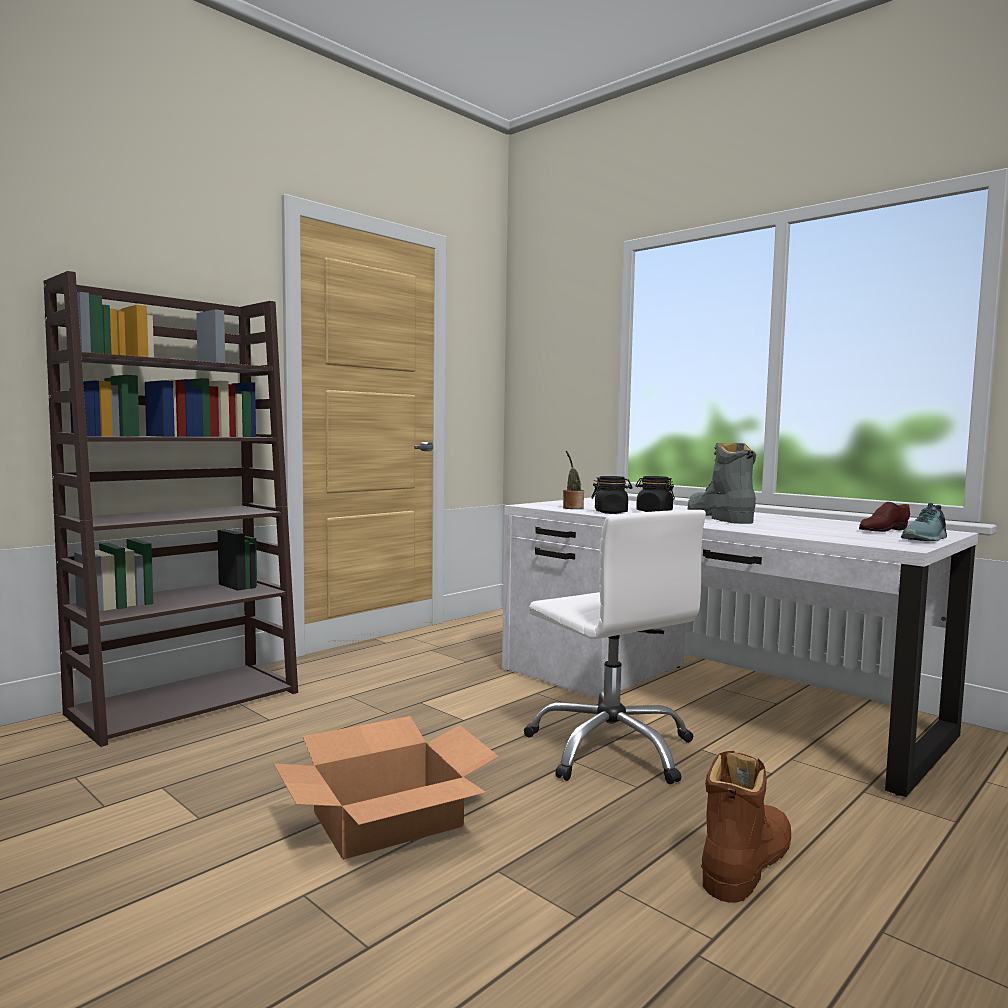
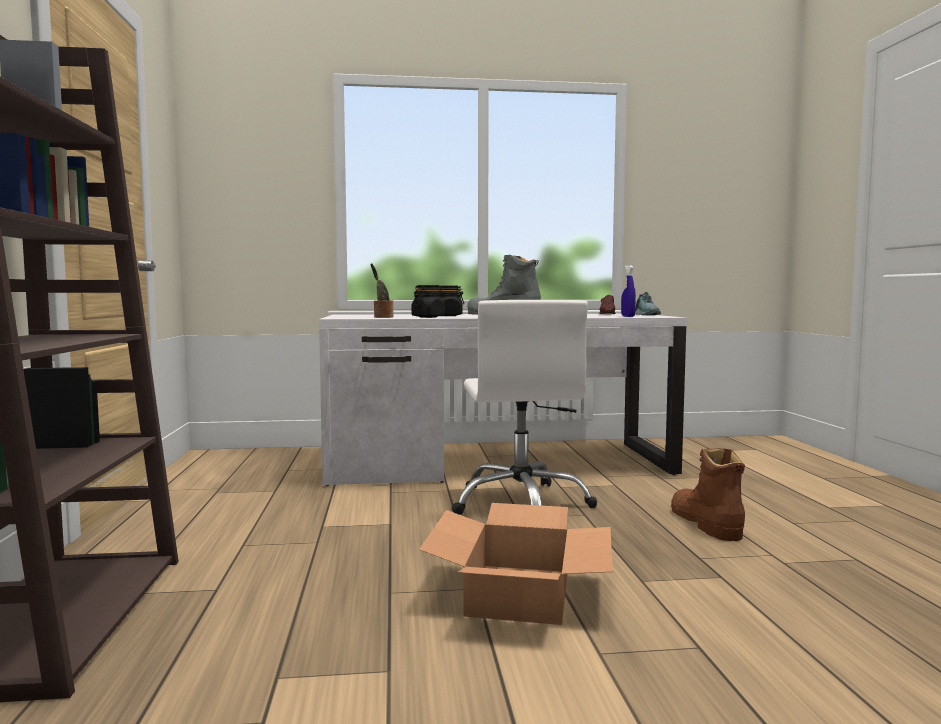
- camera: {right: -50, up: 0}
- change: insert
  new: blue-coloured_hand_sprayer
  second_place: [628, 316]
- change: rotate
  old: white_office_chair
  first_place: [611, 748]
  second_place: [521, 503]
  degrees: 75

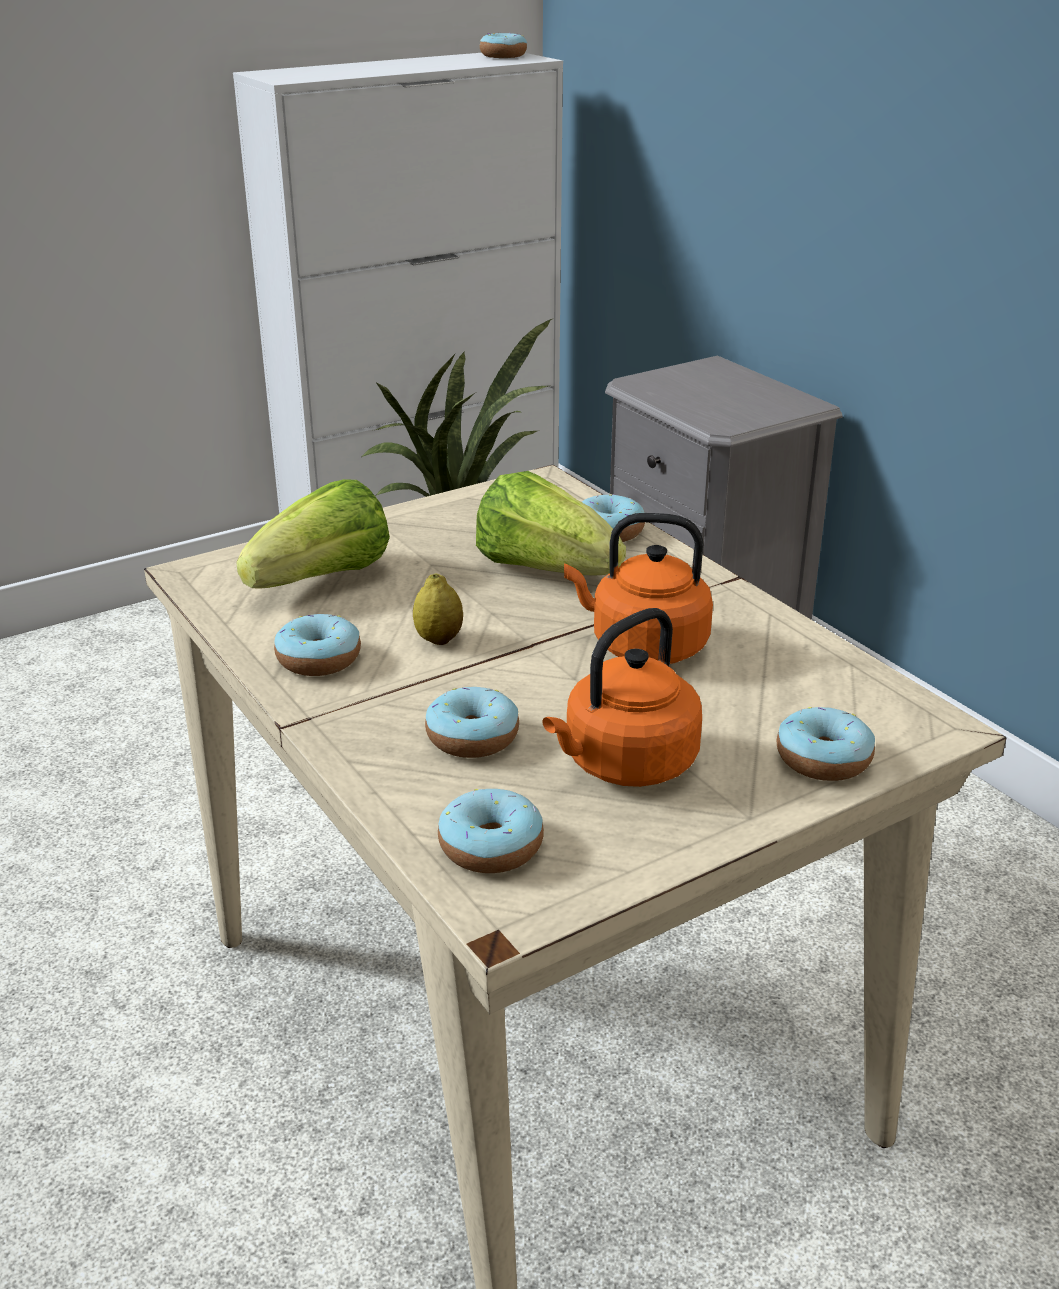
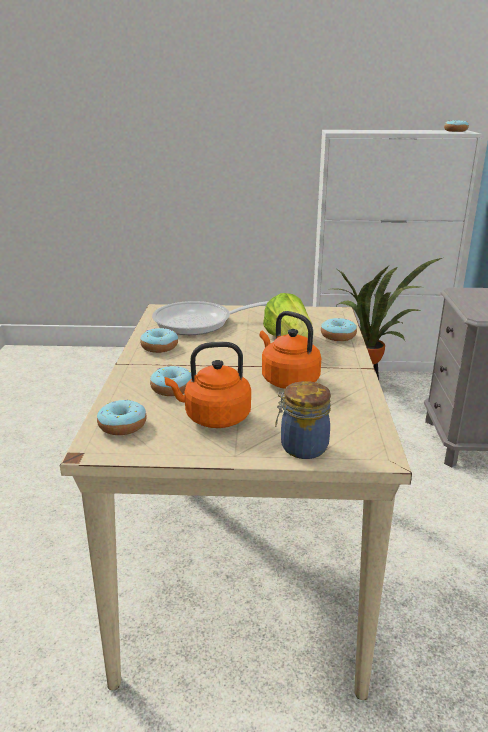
- camera: {right: 35, up: -5}
- change: delete
  old: lemon
  first_place: [438, 639]
- change: replace
  old: lettuce_head
  new: pan
  first_place: [323, 580]
  second_place: [200, 323]
- change: replace
  old: doughnut
  new: jar
  first_place: [823, 759]
  second_place: [301, 447]

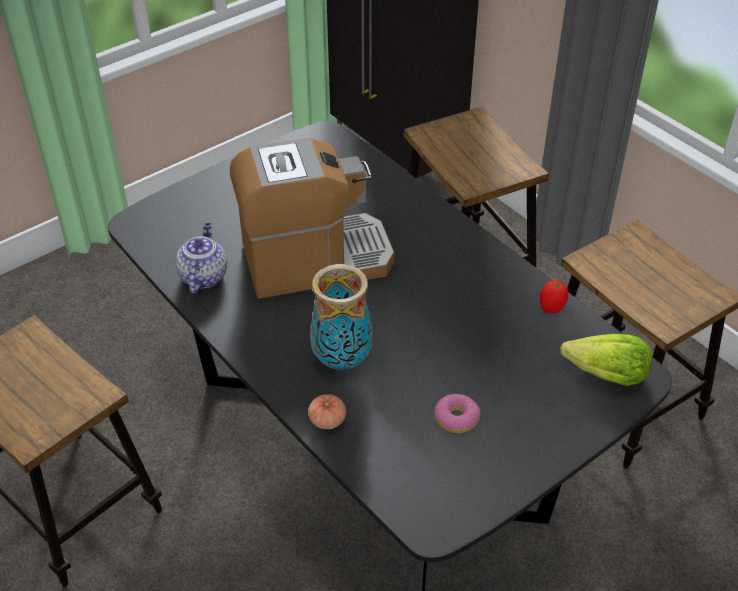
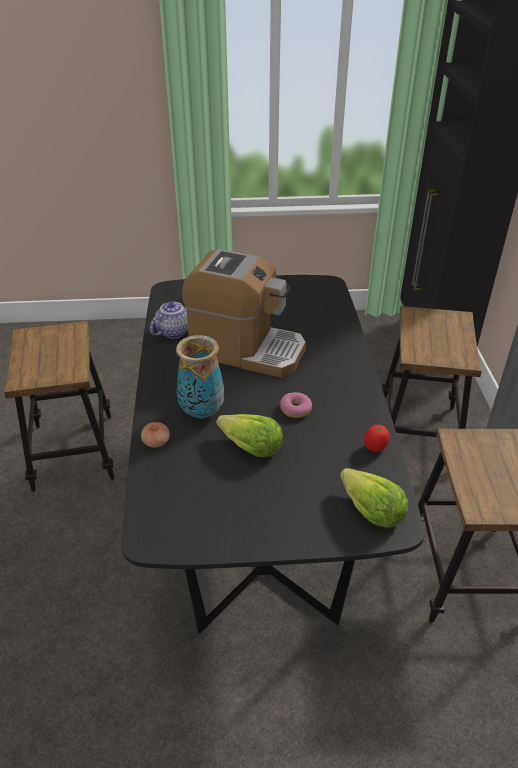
- camera: {right: 35, up: -5}
- change: insert
  new: lettuce_head
  second_place: [250, 447]
- change: move
  old: doughnut
  first_place: [456, 419]
  second_place: [295, 409]

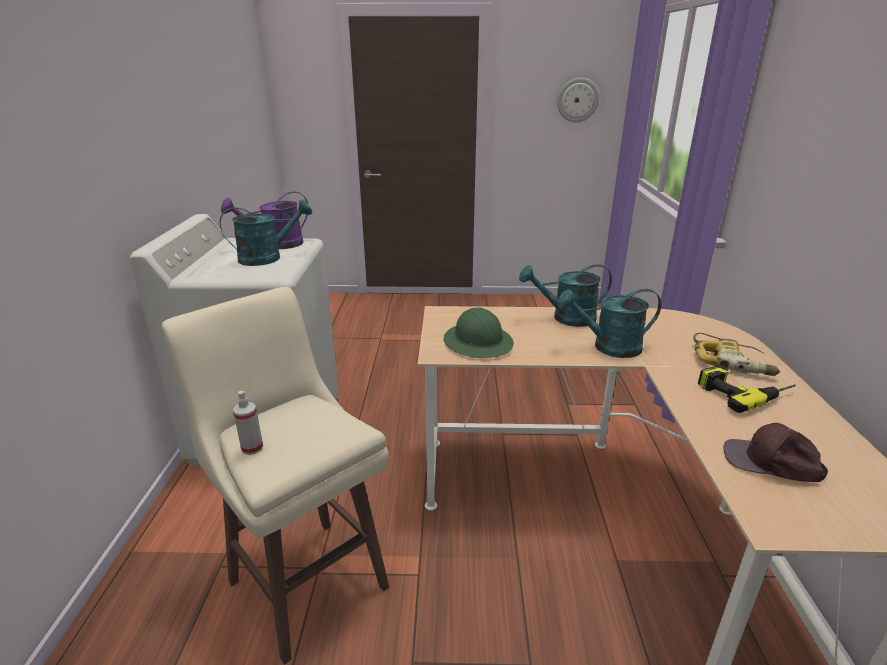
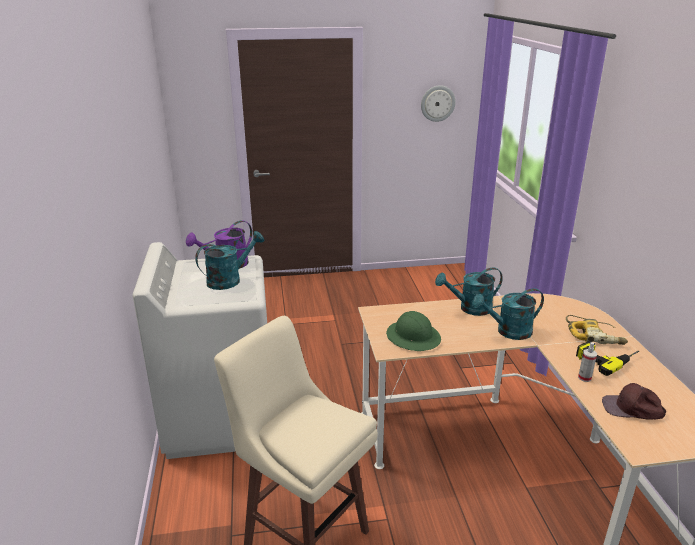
- camera: {right: -10, up: 0}
- change: move
  old: hand_sprayer
  first_place: [252, 448]
  second_place: [584, 378]

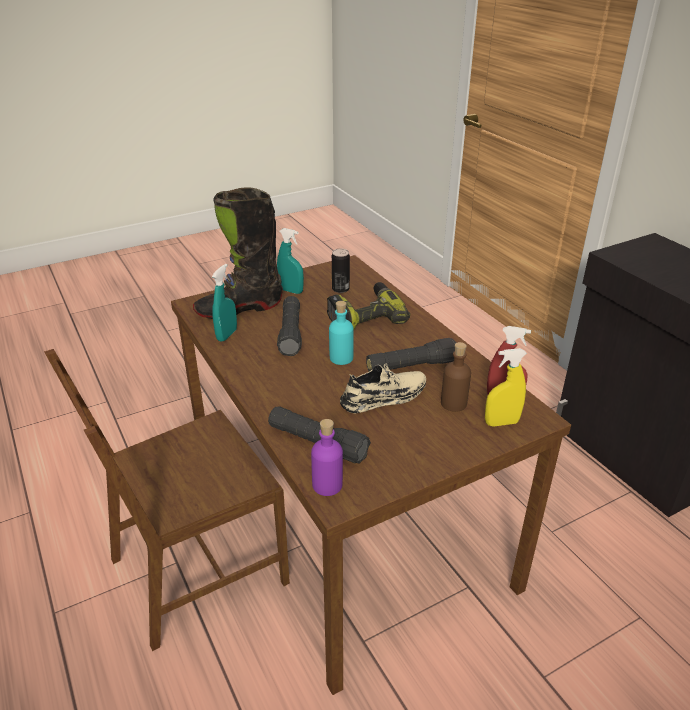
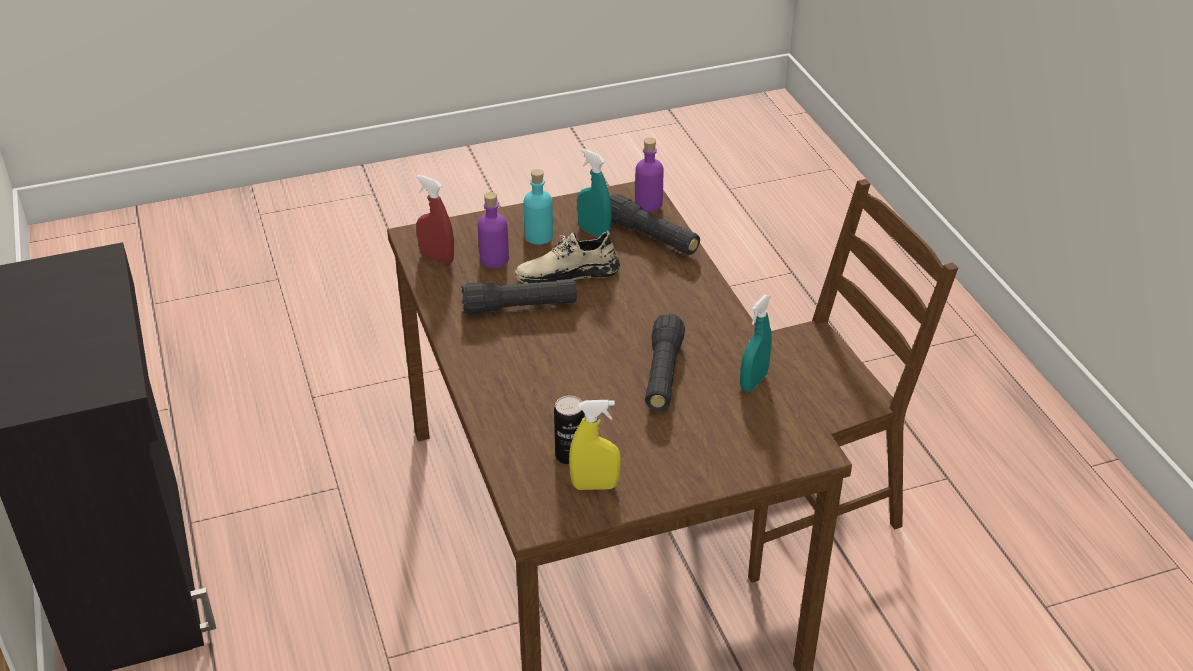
- camera: {right: -170, up: 5}
- change: delete
  old: black_tall_boot
  first_place: [239, 309]
- change: delete
  old: power_drill
  first_place: [365, 316]
- change: move
  old: turquoise-coloured_hand_sprayer
  first_place: [291, 291]
  second_place: [594, 232]
- change: move
  old: turquoise-coloured_bottle
  first_place: [341, 358]
  second_place: [539, 236]
- change: move
  old: yellow-coloured_hand_sprayer
  first_place: [501, 423]
  second_place: [595, 486]
- change: recolor
  old: brownish_bottle
  new: purple-coloured_bottle
  first_place: [453, 403]
  second_place: [494, 259]

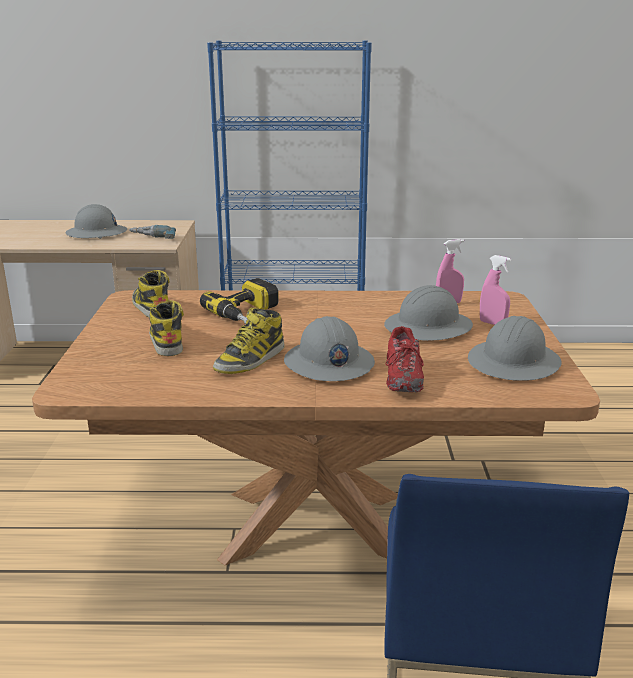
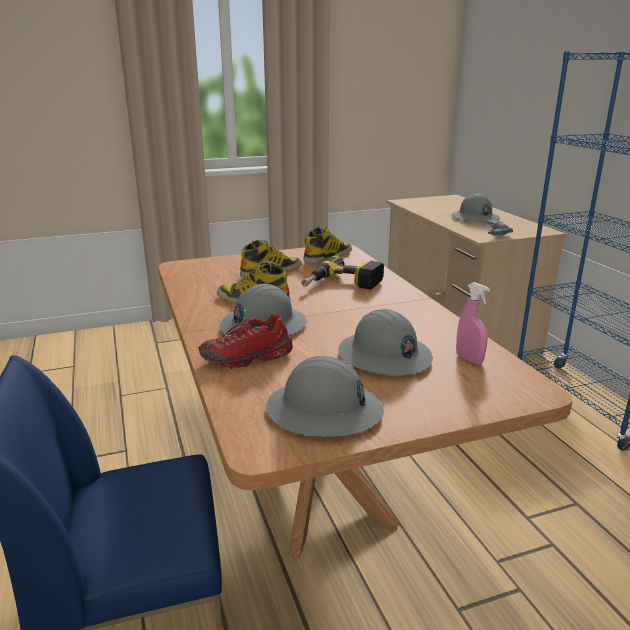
- camera: {right: 70, up: 0}
- change: delete
  old: pink_hand_sprayer
  first_place: [492, 323]

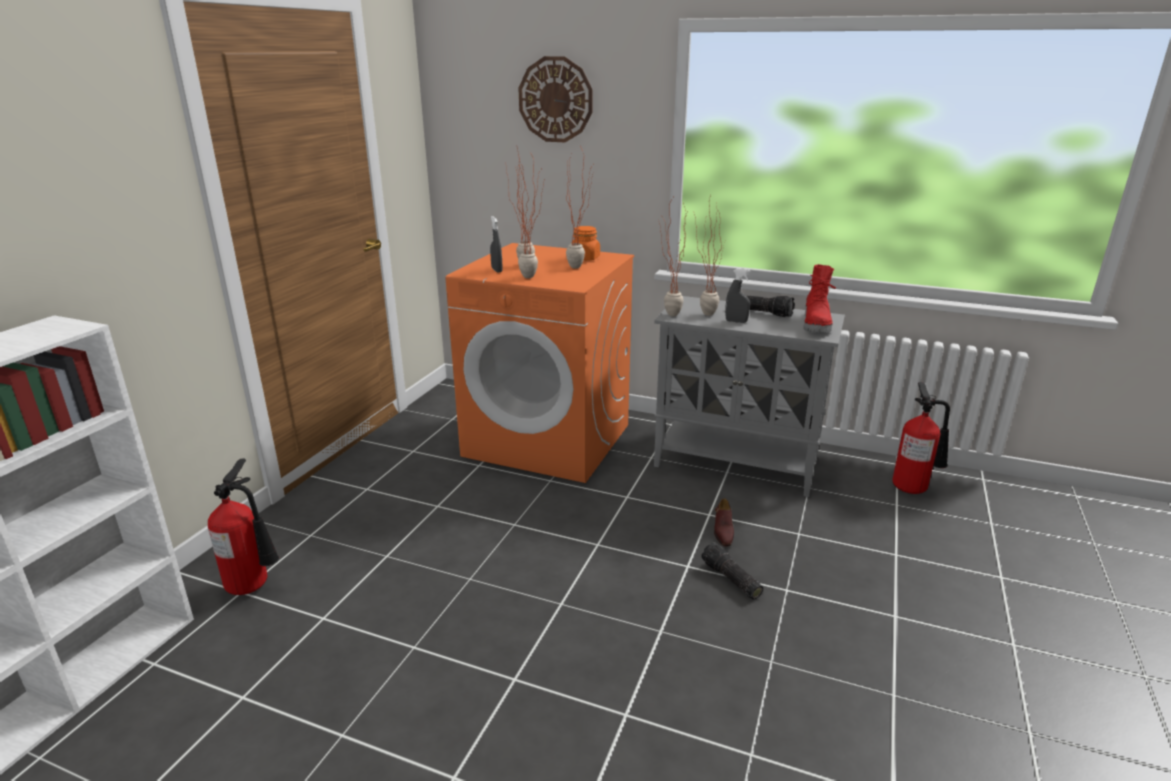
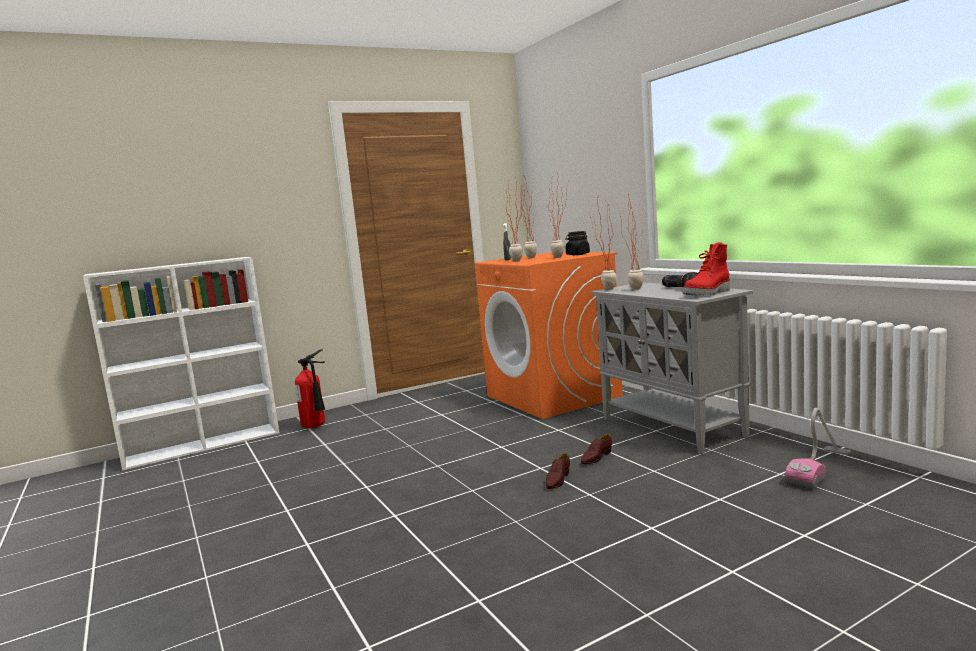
- camera: {right: 40, up: -15}
- change: delete
  old: clock_on_the_wall
  first_place: [555, 100]
- change: delete
  old: gray_hand_sprayer
  first_place: [736, 321]
- change: replace
  old: flashlight
  new: brownish_item_of_footwear
  first_place: [730, 579]
  second_place: [557, 480]
- change: replace
  old: fire_extinguisher
  new: vacuum_cleaner
  first_place: [913, 488]
  second_place: [820, 468]
- change: recolor
  old: orangey_jar
  new: black_jar
  first_place: [585, 258]
  second_place: [577, 254]

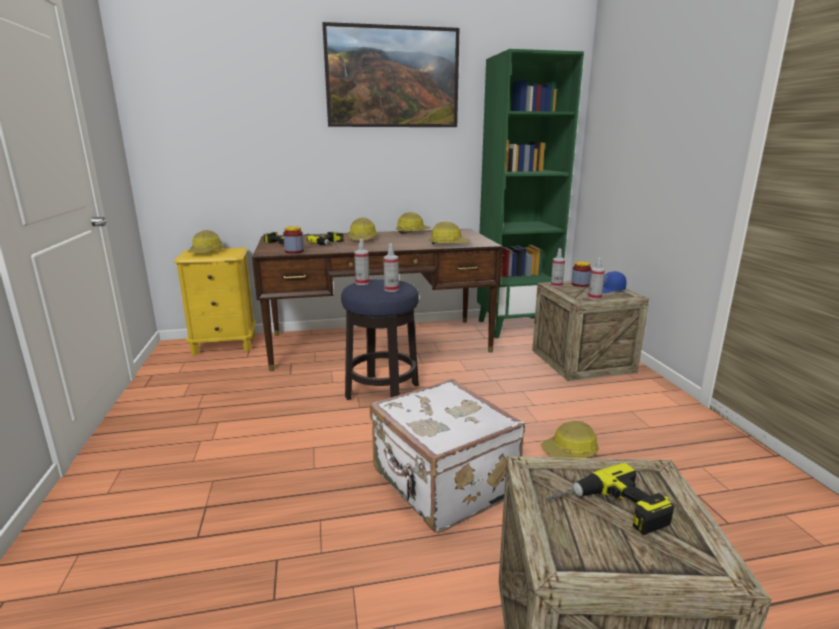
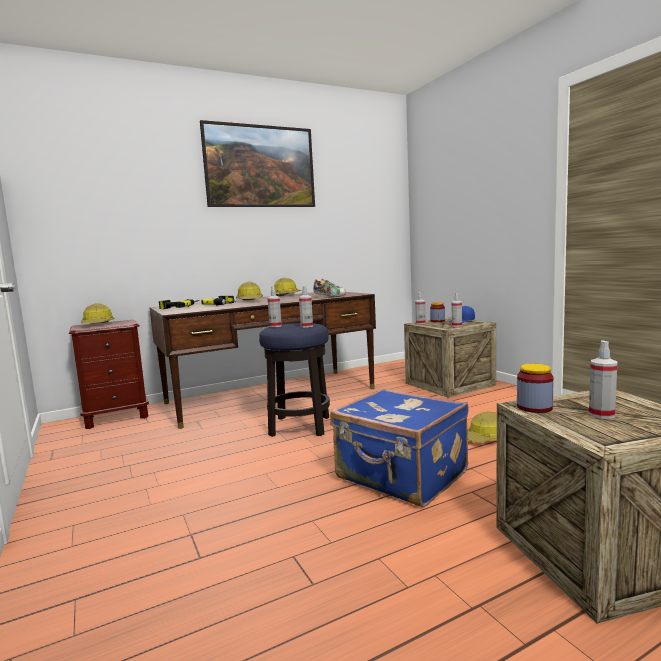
- camera: {right: -15, up: -10}
- change: delete
  old: green_shelving_unit
  first_place: [515, 326]
- change: move
  old: jar
  first_place: [294, 251]
  second_place: [534, 407]
- change: replace
  old: work_helmet
  new: item_of_footwear
  first_place: [449, 244]
  second_place: [330, 296]
- change: replace
  old: power_drill
  new: hand_sprayer
  first_place: [608, 511]
  second_place: [601, 414]
- change: recolor
  old: yellow-coloured_night_table
  new: brownish_night_table
  first_place: [224, 345]
  second_place: [116, 417]
- change: recolor
  old: white_piece_of_luggage
  new: blue-coloured_piece_of_luggage
  first_place: [442, 484]
  second_place: [401, 477]

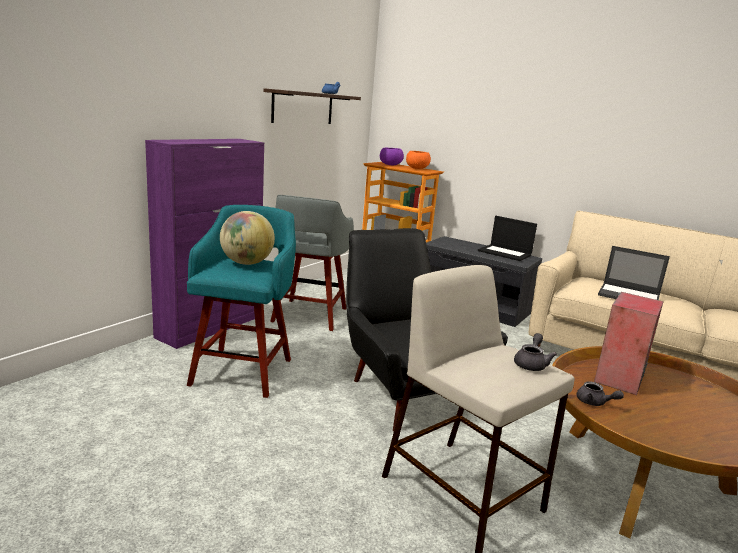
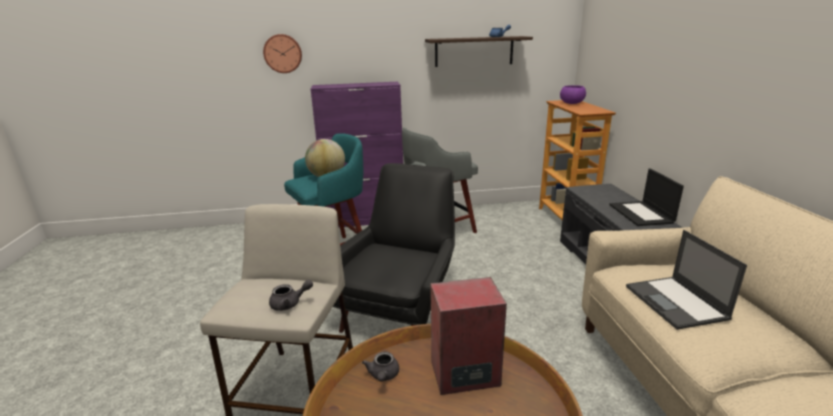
- camera: {right: 50, up: 5}
- change: delete
  old: orangey_serving_bowl
  first_place: [417, 168]
- change: insert
  new: clock_on_the_wall
  second_place: [283, 53]

